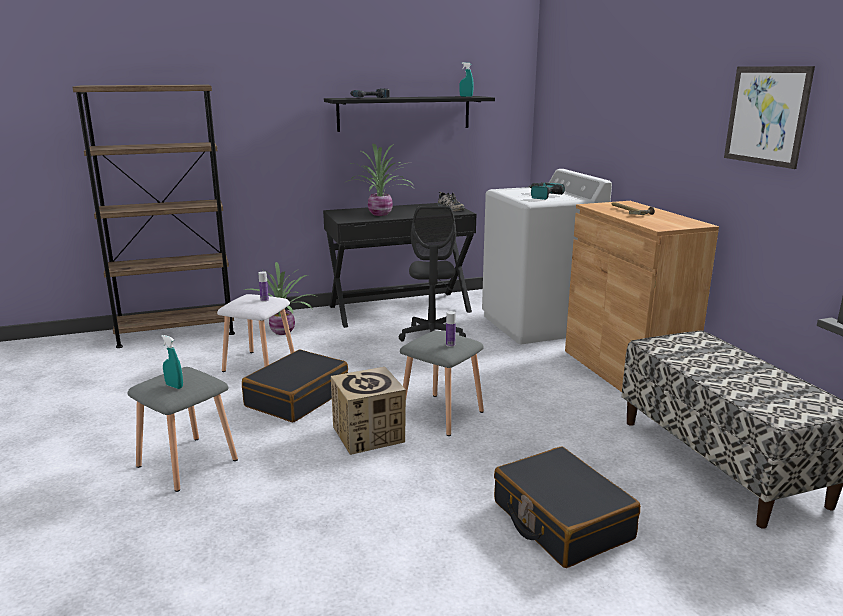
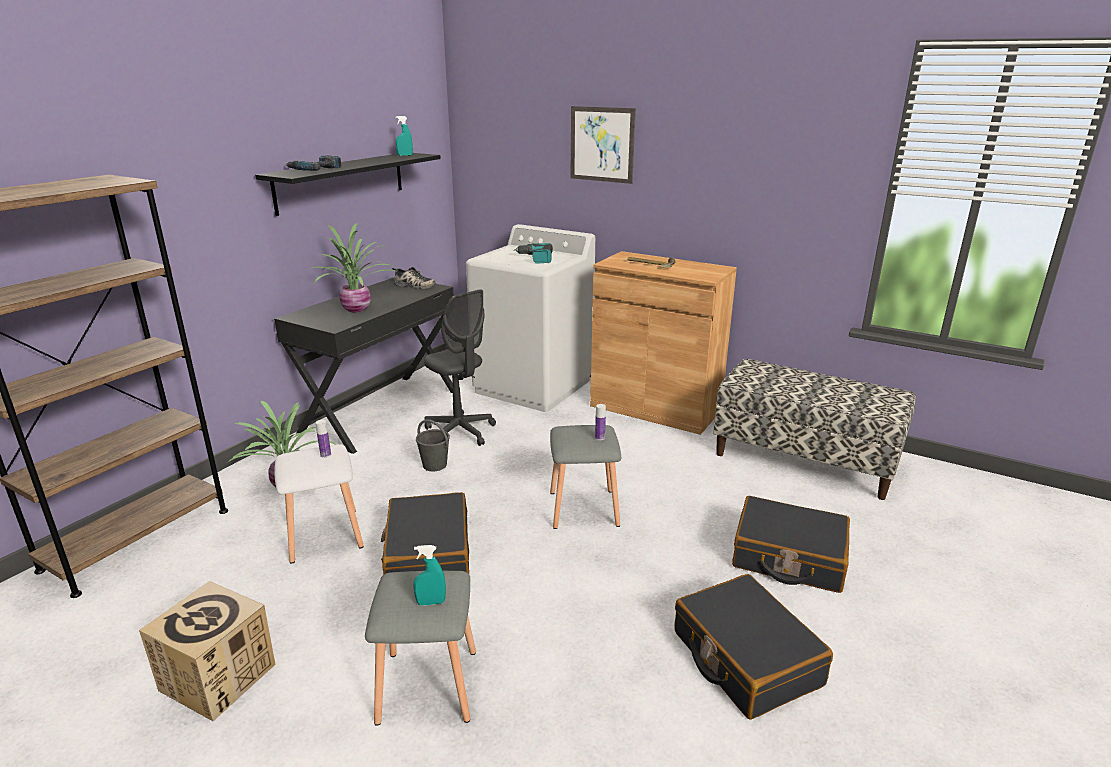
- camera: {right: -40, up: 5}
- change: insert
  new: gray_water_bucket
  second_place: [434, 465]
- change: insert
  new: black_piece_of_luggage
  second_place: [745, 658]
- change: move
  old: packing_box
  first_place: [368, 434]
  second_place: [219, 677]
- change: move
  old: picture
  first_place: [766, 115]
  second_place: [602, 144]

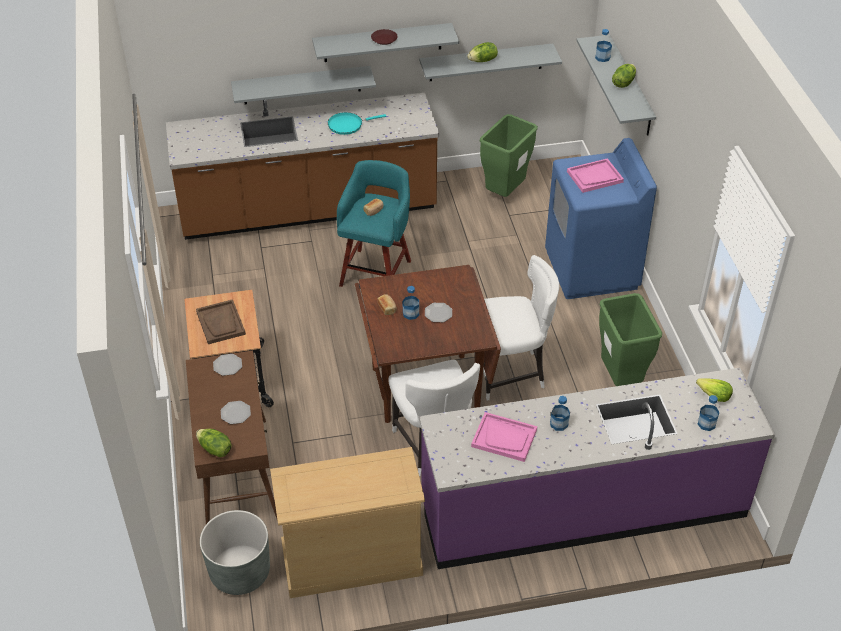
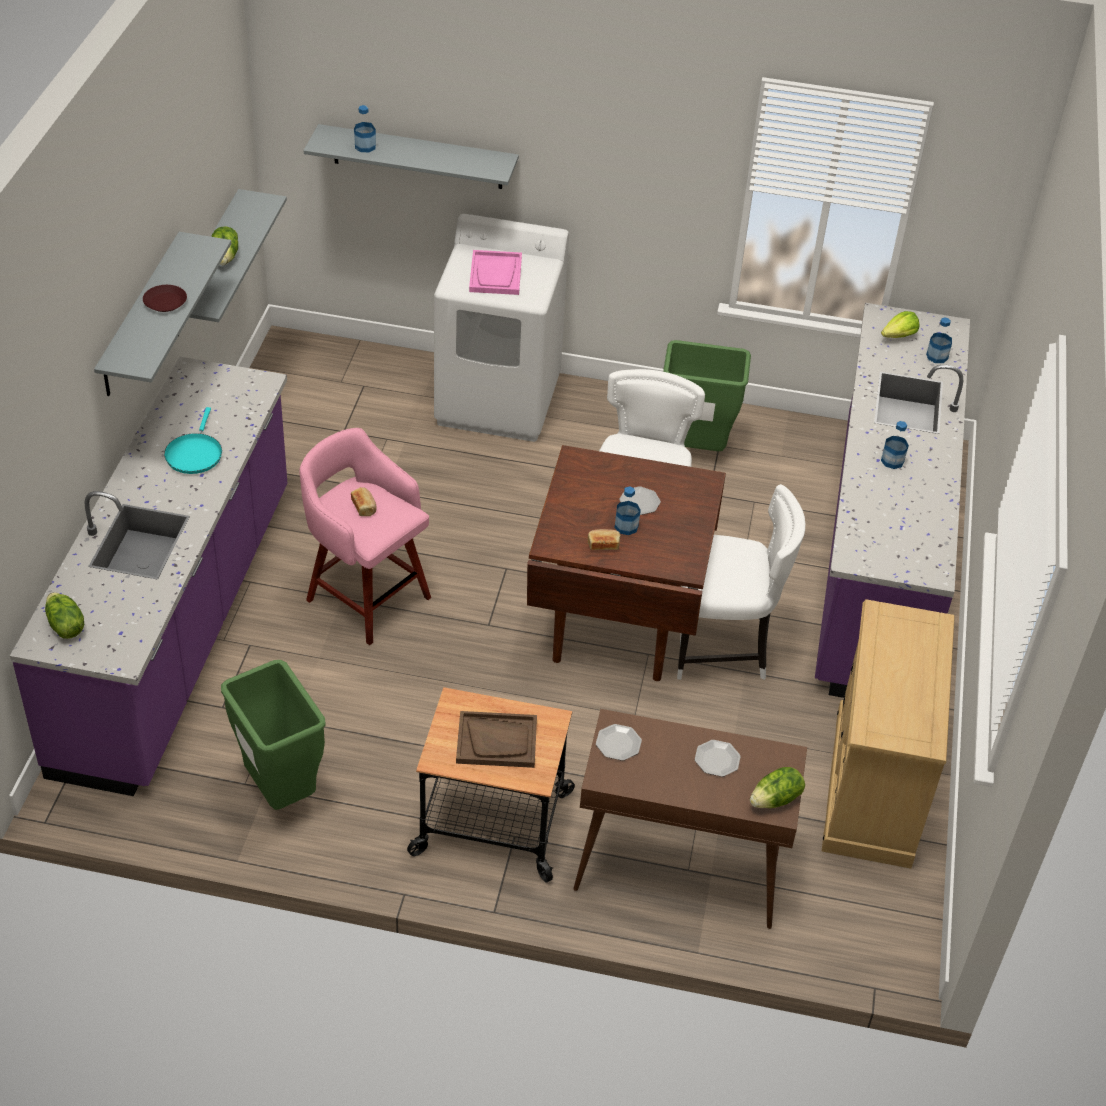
- camera: {right: -70, up: 0}
- change: delete
  old: gray_plant_pot
  first_place: [240, 572]
- change: delete
  old: gray_shelf
  first_place: [302, 85]
- change: delete
  old: pink_carrying_tray
  first_place: [504, 438]
- change: move
  old: green_rubbish_bin
  first_place: [505, 192]
  second_place: [280, 791]
- change: move
  old: lettuce_head
  first_place: [623, 83]
  second_place: [65, 626]
- change: recolor
  old: brownish_counter
  new: purple-coloured_counter
  first_place: [308, 211]
  second_place: [178, 627]
- change: recolor
  old: turquoise-coloured_stool
  new: pink_stool
  first_place: [376, 271]
  second_place: [366, 596]
- change: recolor
  old: blue-coloured_laundry_machine
  new: white_laundry_machine
  first_place: [592, 270]
  second_place: [498, 401]

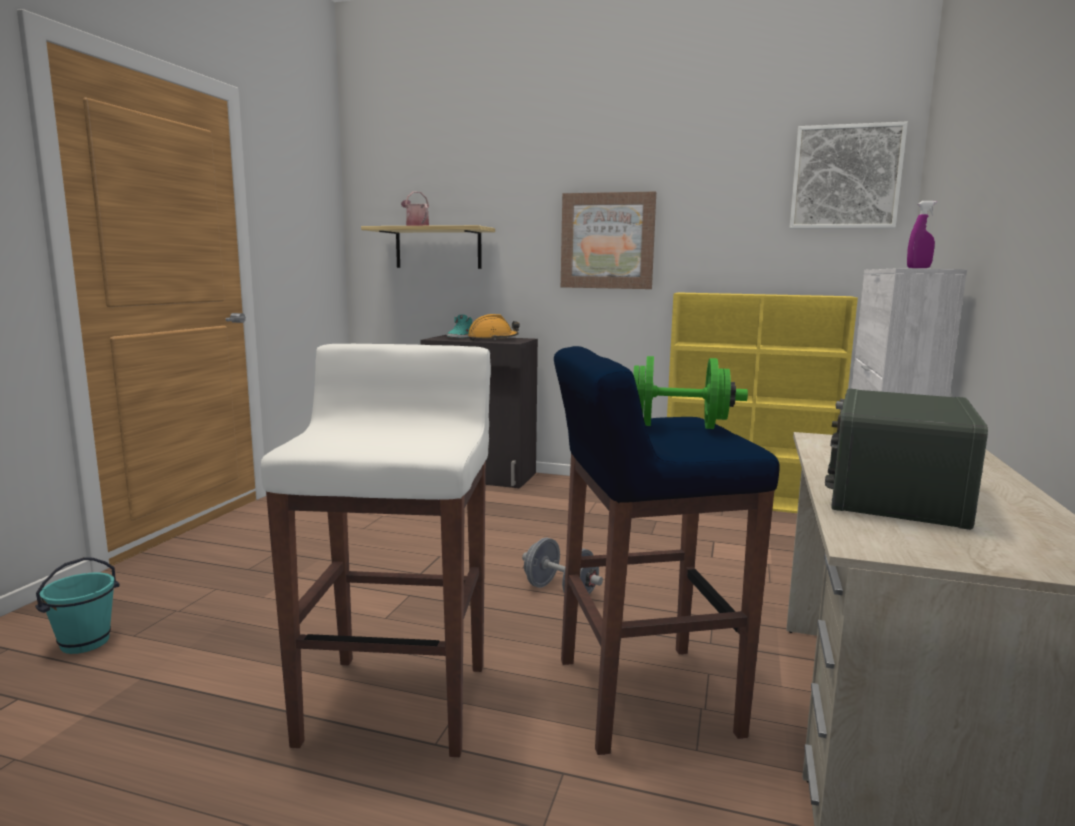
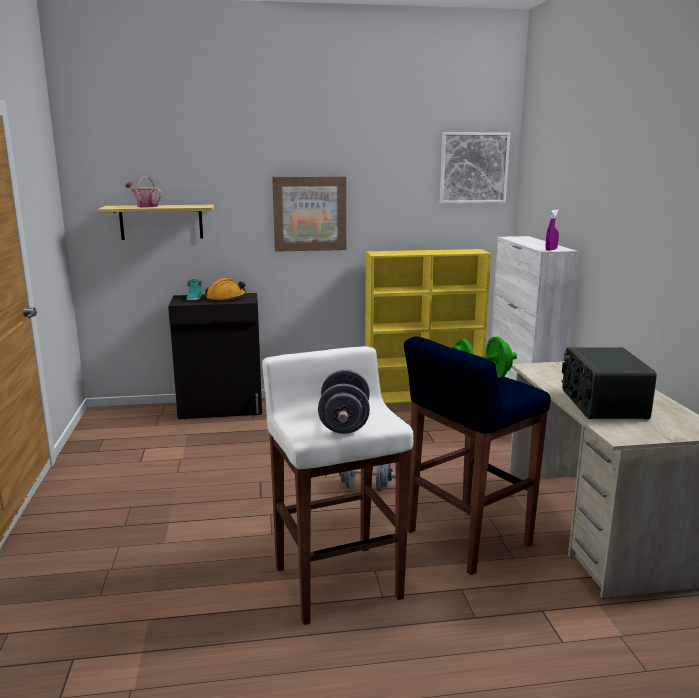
- camera: {right: -25, up: 5}
- change: delete
  old: turquoise-coloured_water_bucket
  first_place: [84, 642]
- change: insert
  new: gray_free_weight
  second_place: [344, 423]

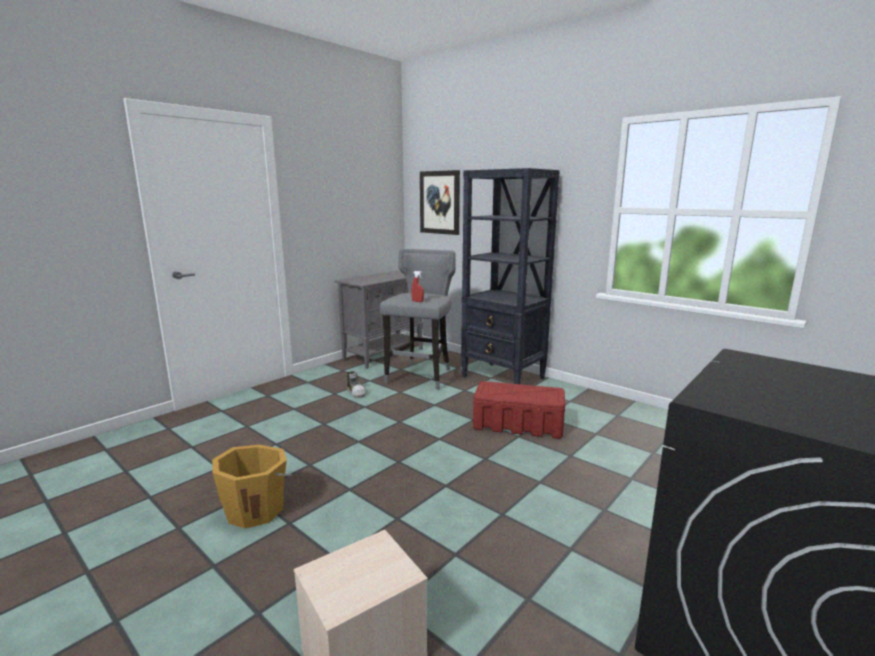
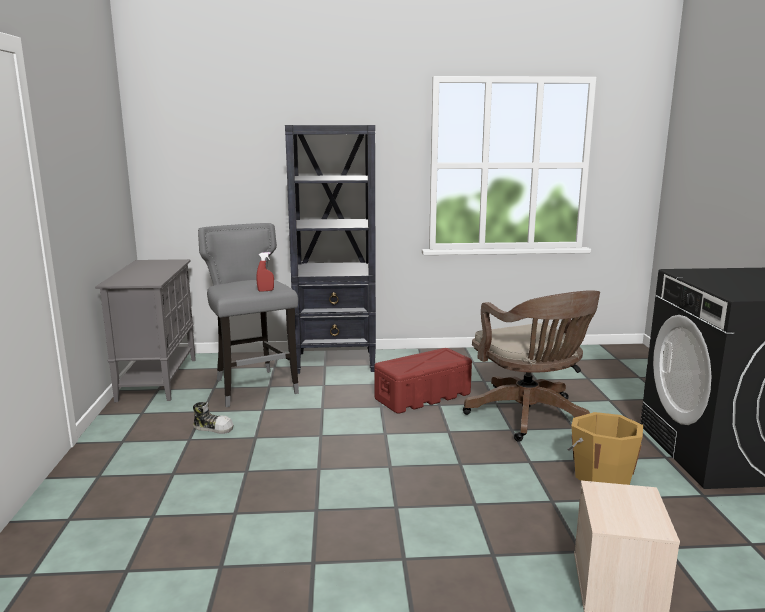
- camera: {right: -45, up: 0}
- change: delete
  old: picture
  first_place: [440, 202]
- change: insert
  new: brownish_office_chair
  second_place: [529, 417]
- change: move
  old: orangey_water_bucket
  first_place: [256, 509]
  second_place: [601, 476]

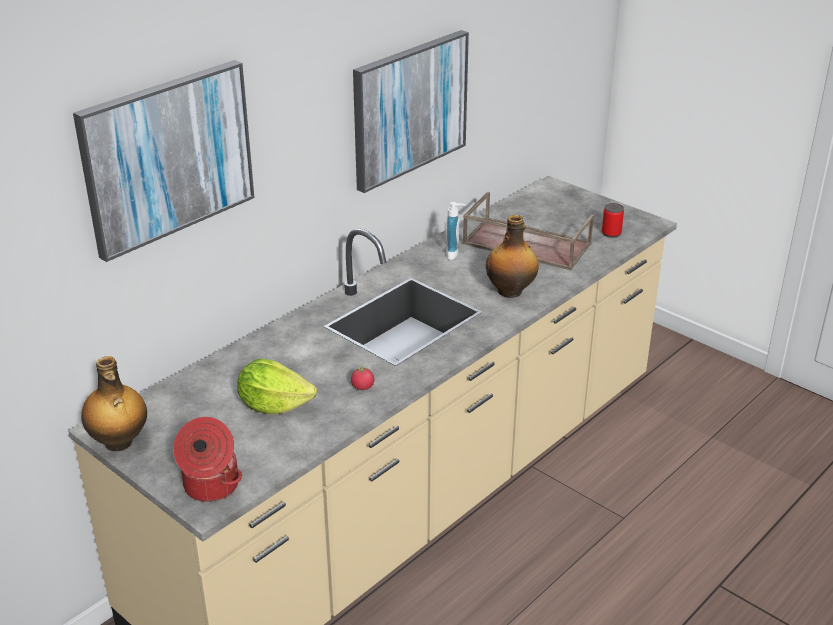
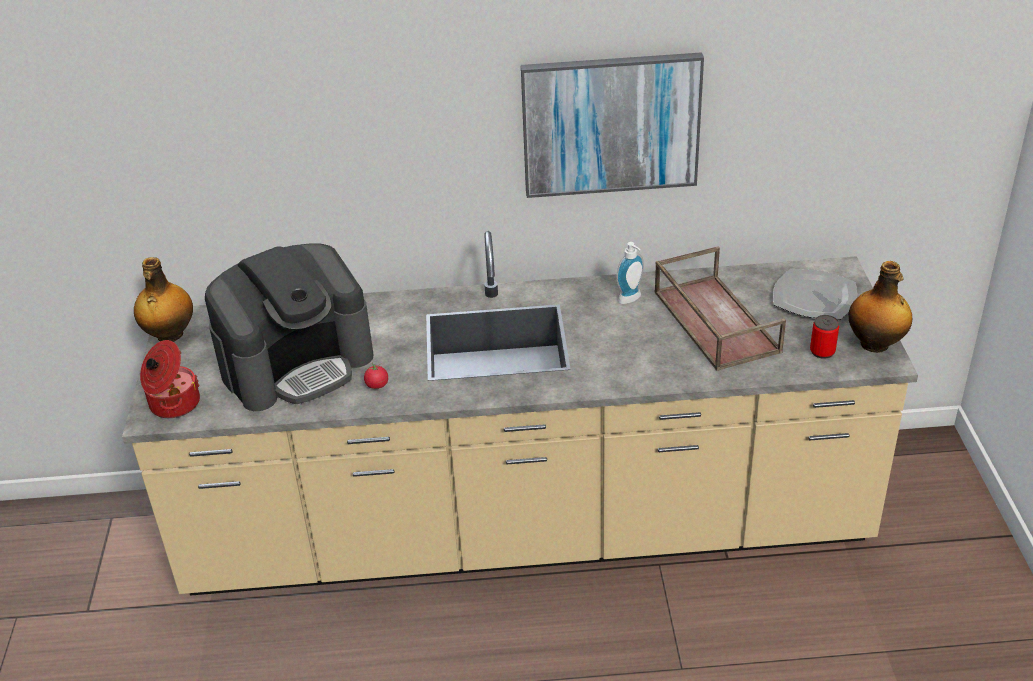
- camera: {right: 45, up: 5}
- change: delete
  old: picture
  first_place: [167, 157]
- change: insert
  new: plate
  second_place: [815, 297]
- change: move
  old: bottle
  first_place: [511, 291]
  second_place: [875, 344]
- change: replace
  old: lettuce_head
  new: coffee_maker
  first_place: [274, 405]
  second_place: [297, 364]

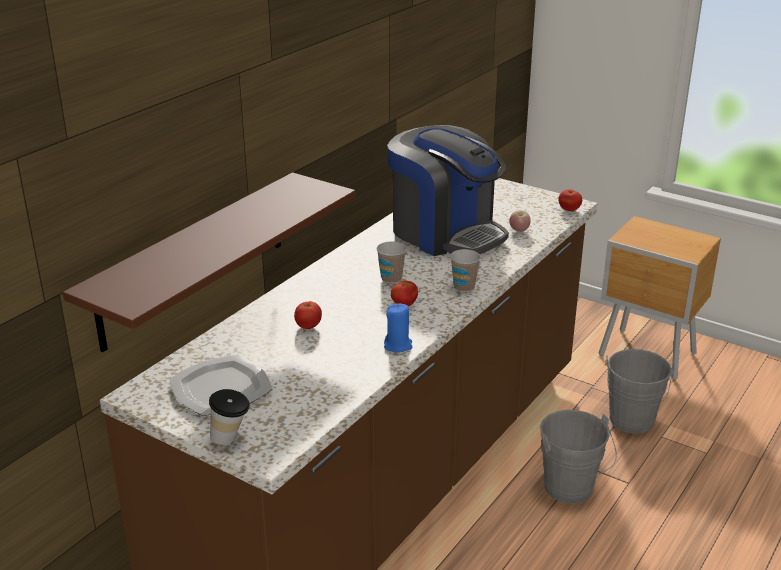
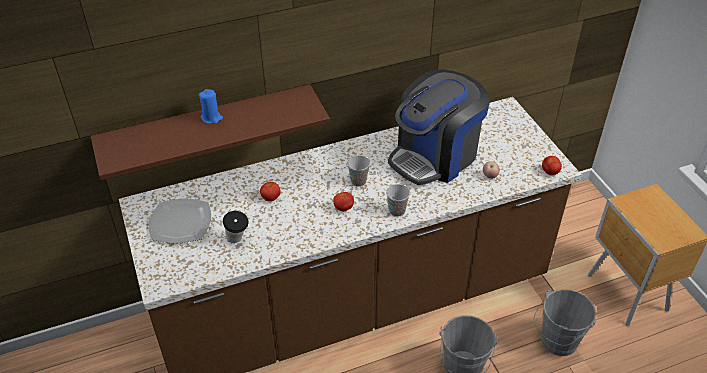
- camera: {right: 35, up: 15}
- change: move
  old: small_cup
  first_place: [231, 439]
  second_place: [238, 240]
- change: move
  old: blue-coloured_candle
  first_place: [398, 345]
  second_place: [211, 118]
- change: rotate
  old: coffee_maker
  first_place: [445, 233]
  second_place: [435, 156]
  degrees: 60

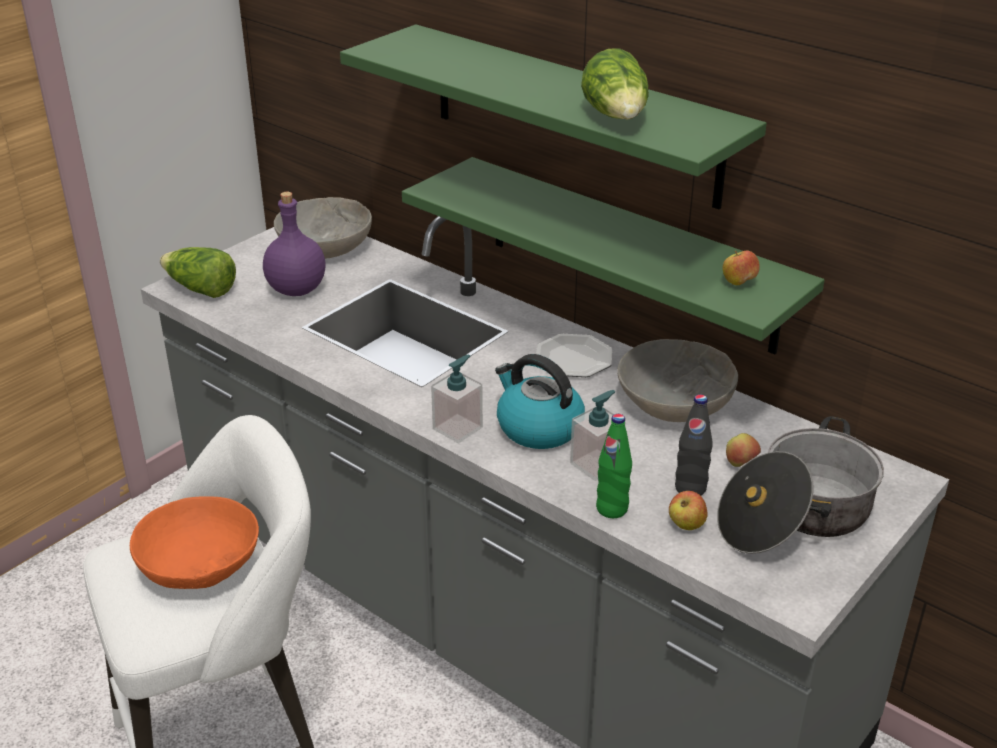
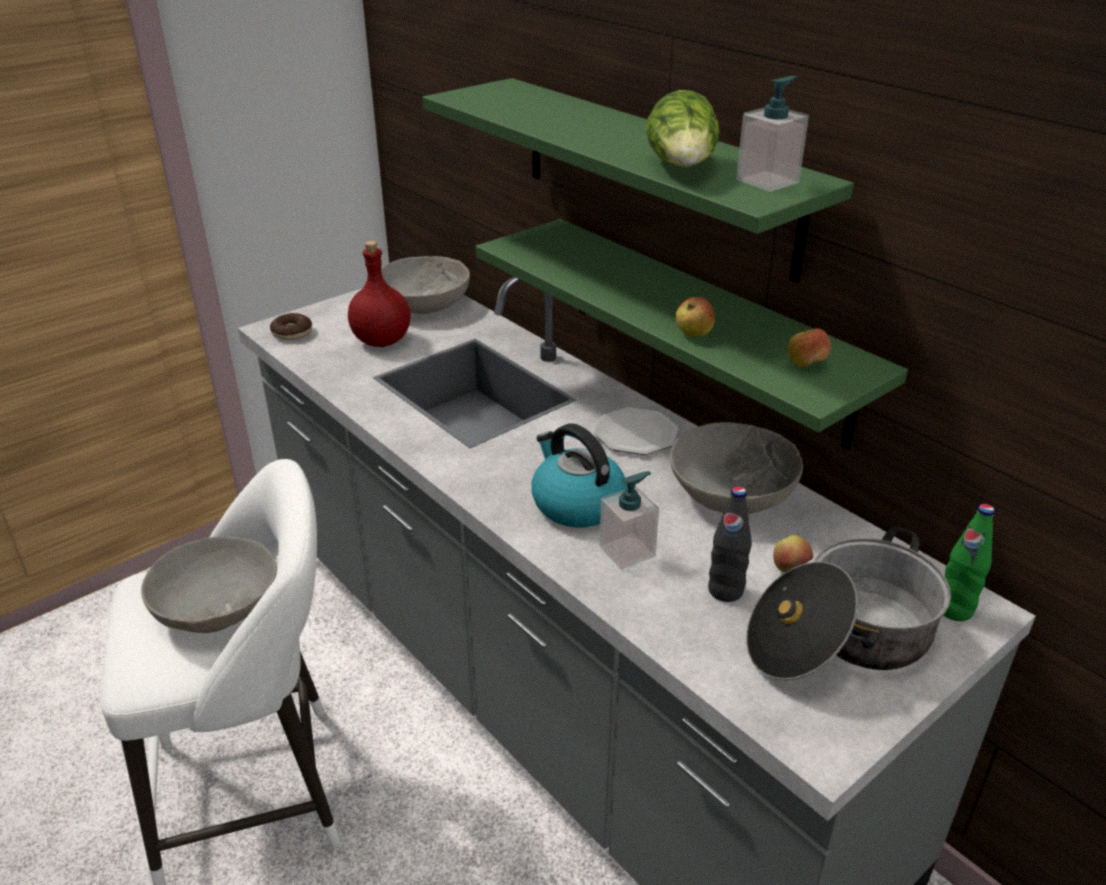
- camera: {right: 10, up: 0}
- change: move
  old: soap_dispenser
  first_place: [458, 428]
  second_place: [767, 181]
- change: move
  old: green_bottle
  first_place: [612, 509]
  second_place: [954, 609]
- change: move
  old: apple_fruit
  first_place: [686, 524]
  second_place: [693, 334]
- change: replace
  old: lettuce_head
  new: doughnut
  first_place: [201, 289]
  second_place: [292, 333]
- change: recolor
  old: orangey_serving_bowl
  new: gray_serving_bowl
  first_place: [200, 565]
  second_place: [218, 606]
- change: recolor
  old: purple-coloured_bottle
  new: red_bottle
  first_place: [296, 289]
  second_place: [381, 340]

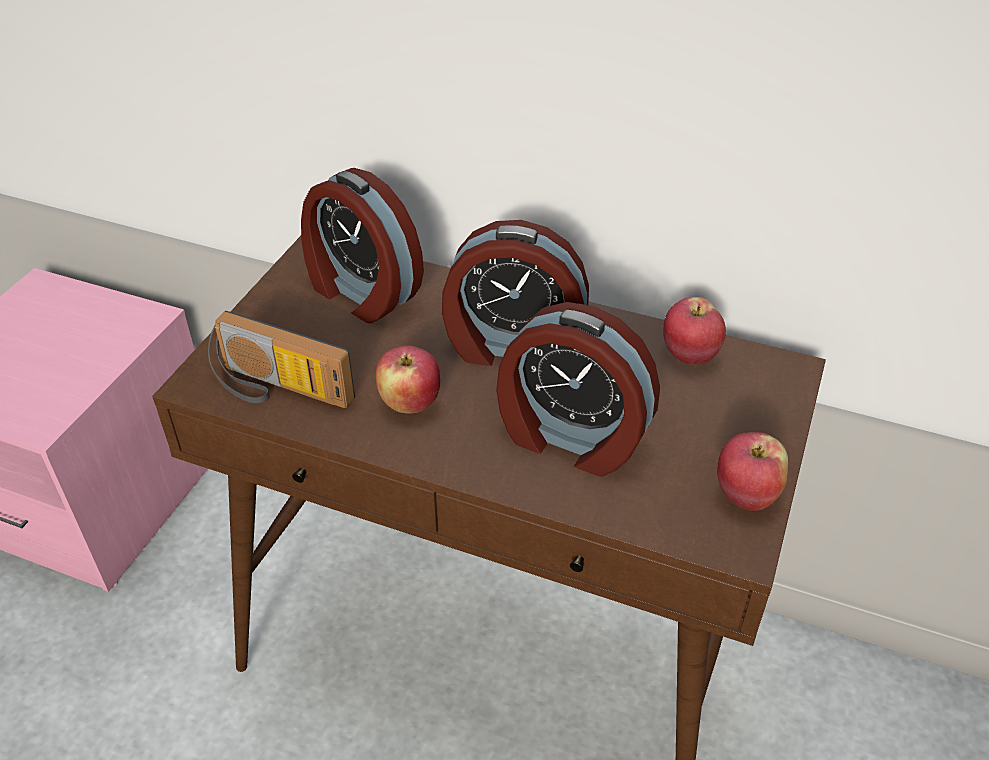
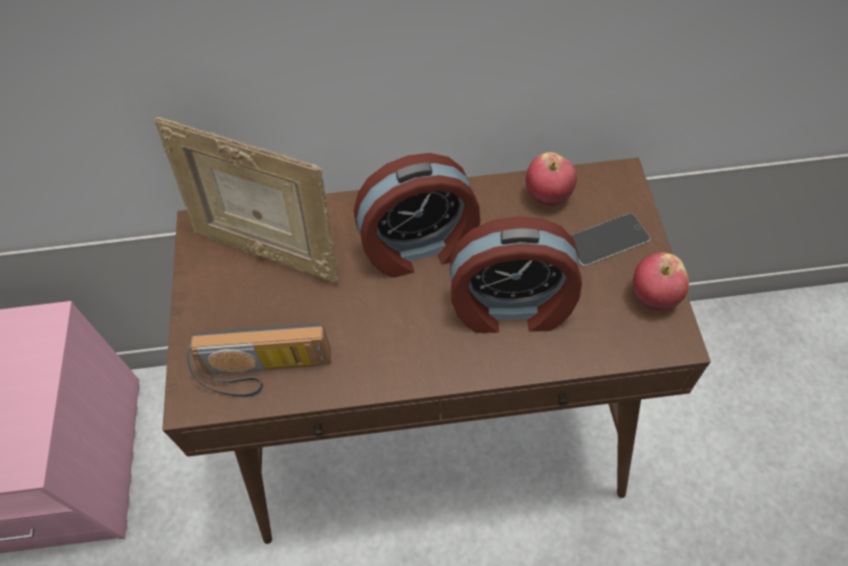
- camera: {right: -25, up: 15}
- change: delete
  old: apple_fruit
  first_place: [409, 403]
- change: insert
  new: handset
  second_place: [607, 240]
- change: replace
  old: alarm_clock
  new: photo_frame
  first_place: [361, 292]
  second_place: [268, 250]

